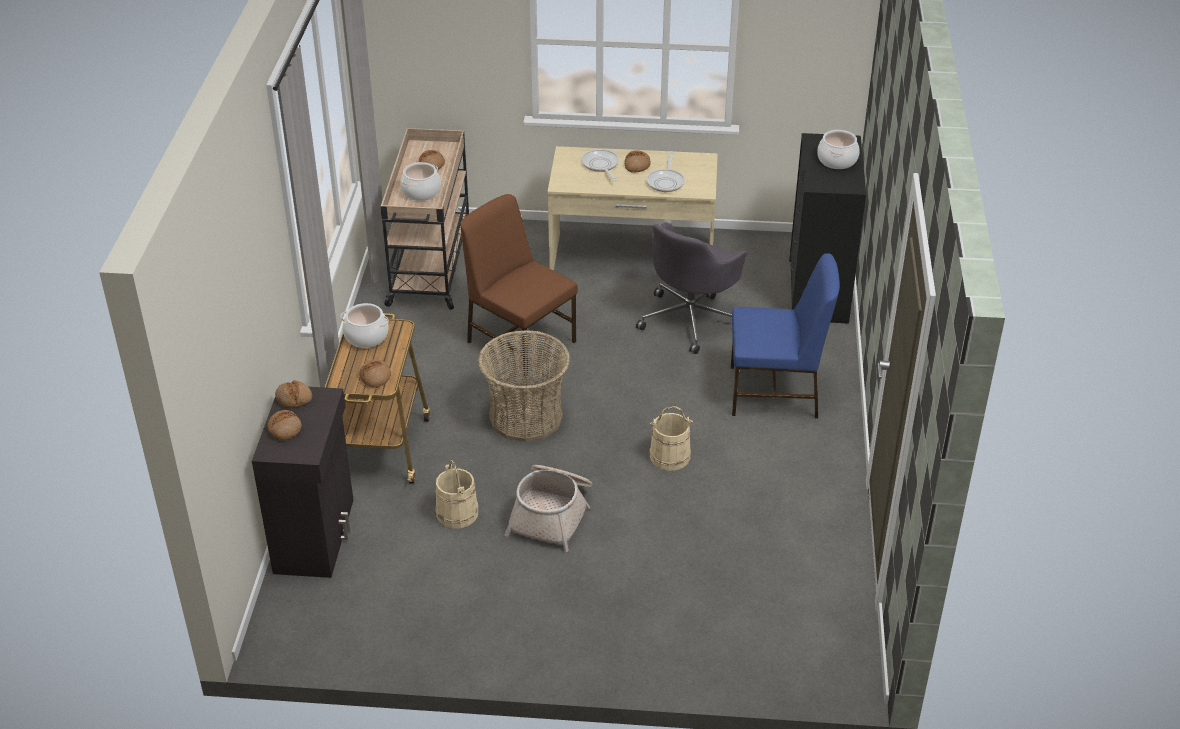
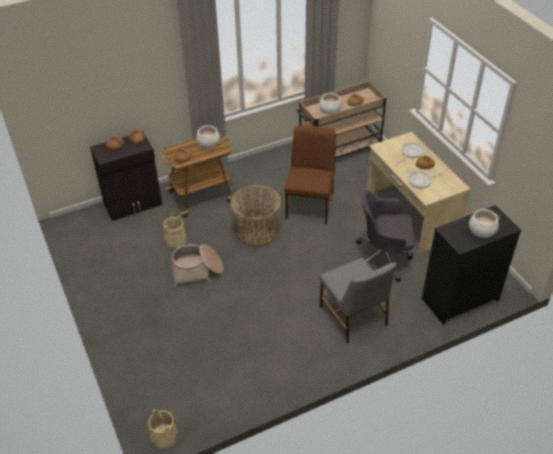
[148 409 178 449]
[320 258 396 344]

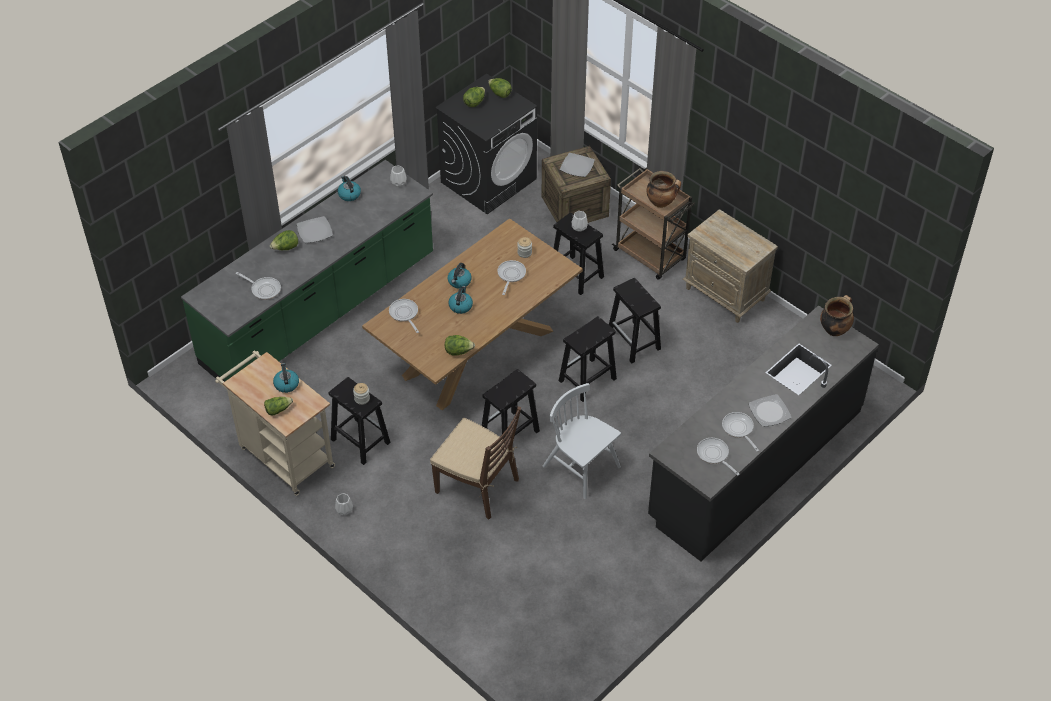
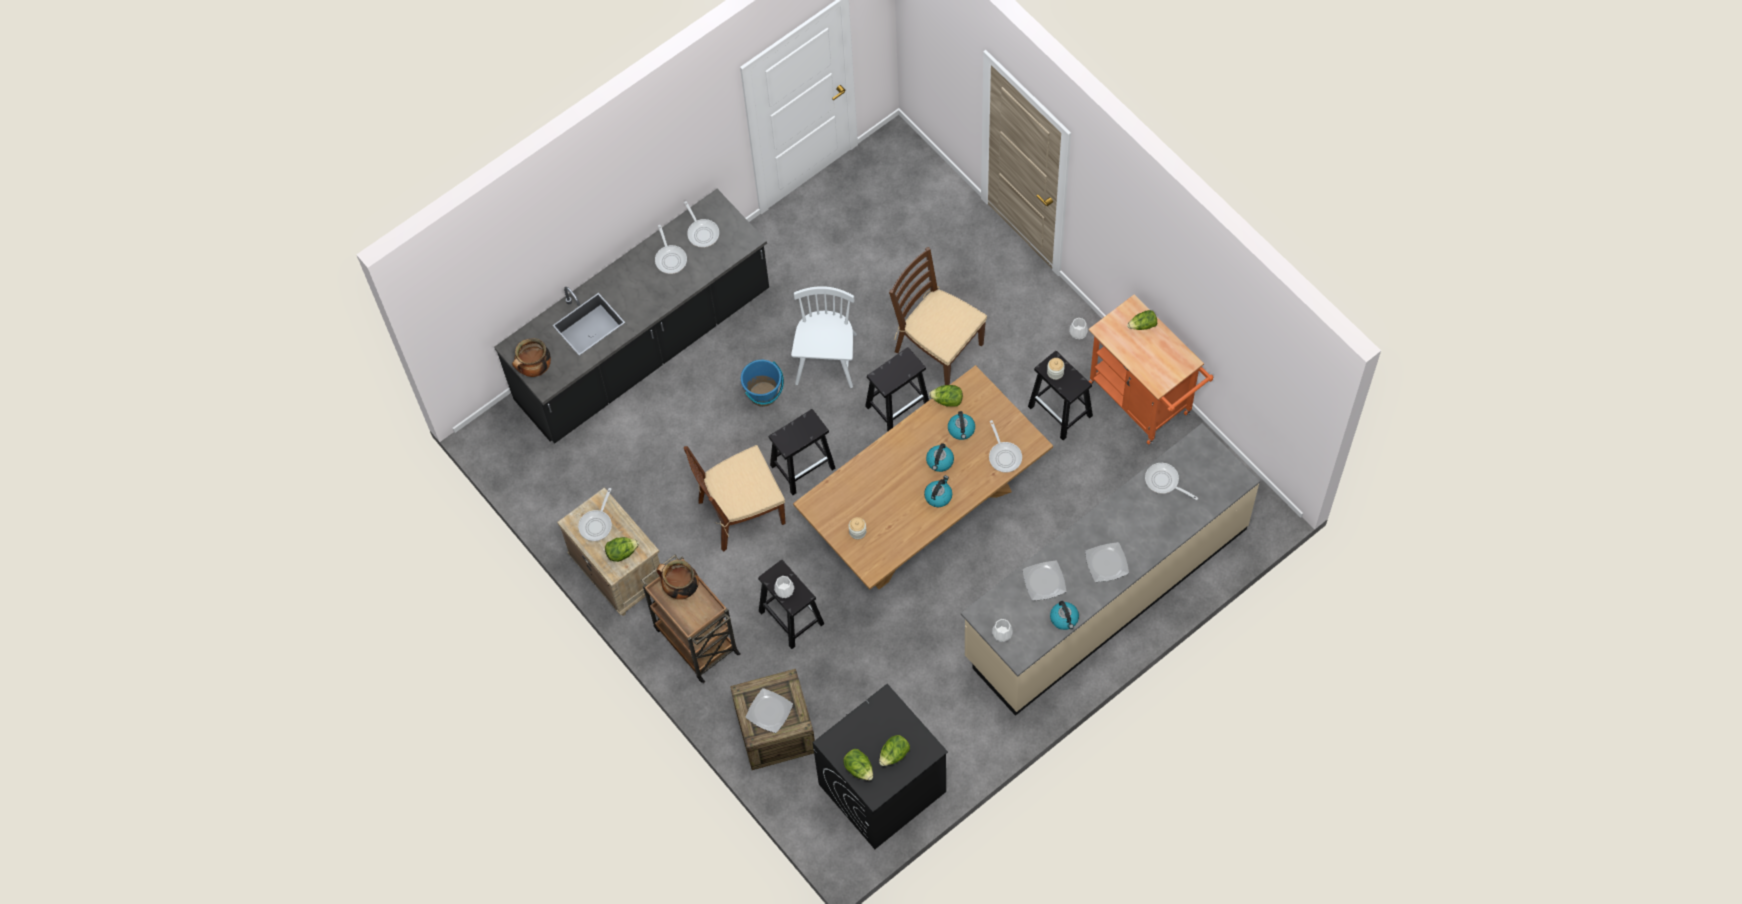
[741 360 784 407]
[605 537 639 562]
[948 411 975 440]
[578 488 612 541]
[1023 560 1067 601]
[684 445 786 551]
[961 423 1260 716]
[1089 294 1213 445]
[791 286 857 388]

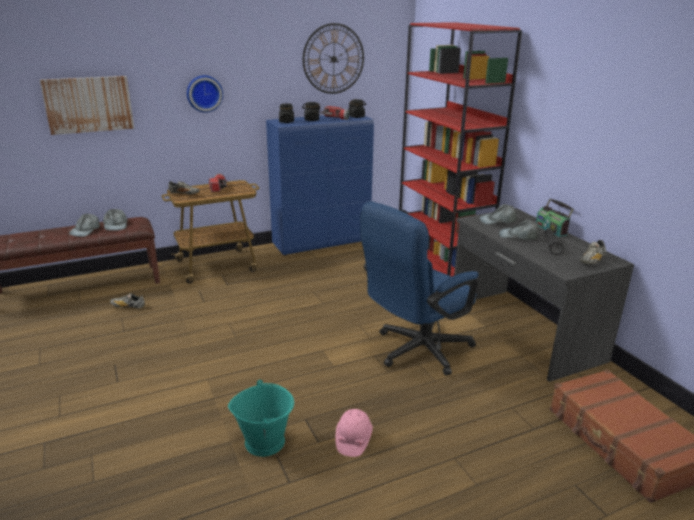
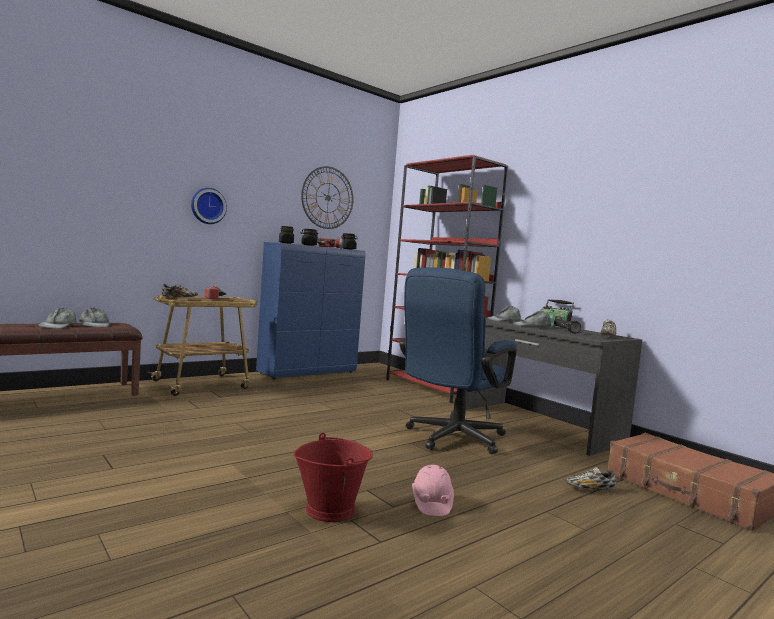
[40 76 134 135] (first image)
[565 467 616 490]
[293 433 373 522]

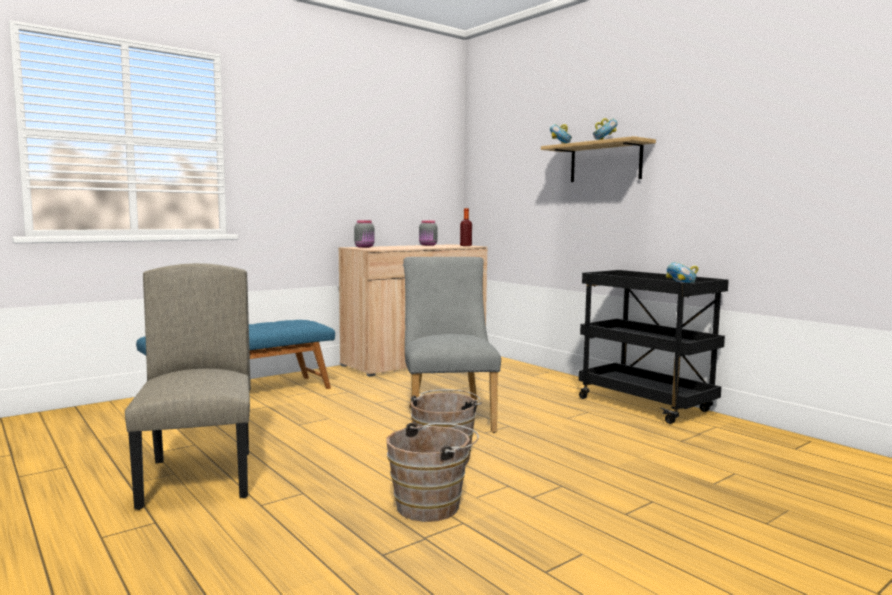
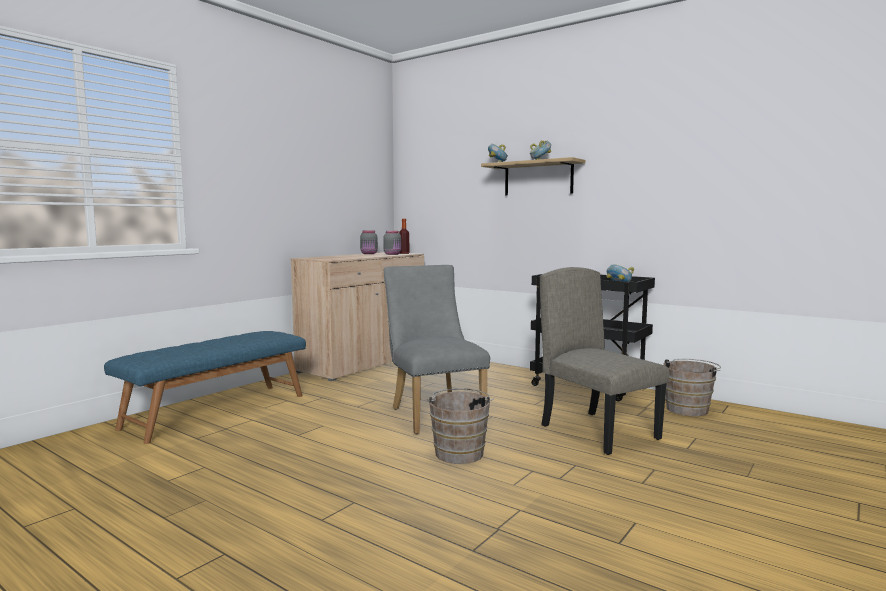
[540 267 669 455]
[383 231 401 255]
[663 359 721 416]

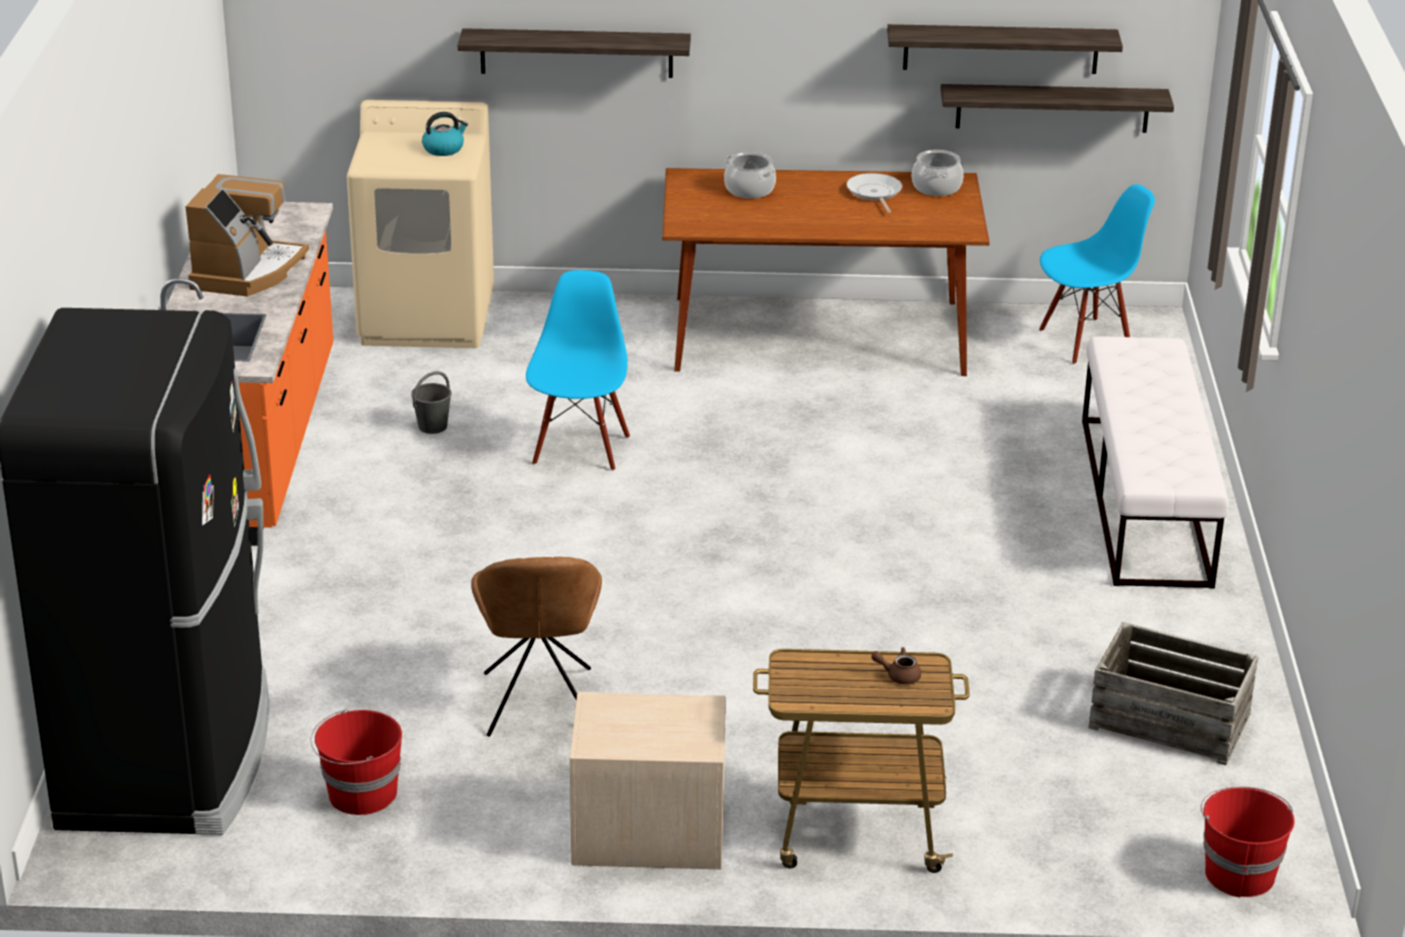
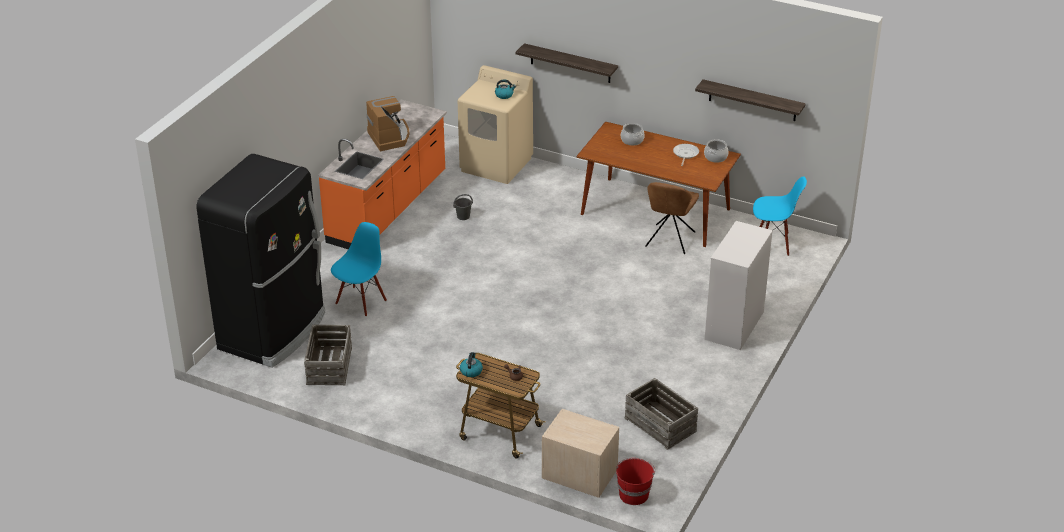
[940 84 1174 133] (first image)
[460 352 483 377]
[645 182 699 254]
[331 222 387 317]
[542 409 619 498]
[304 325 352 385]
[705 221 773 350]
[366 96 409 151]

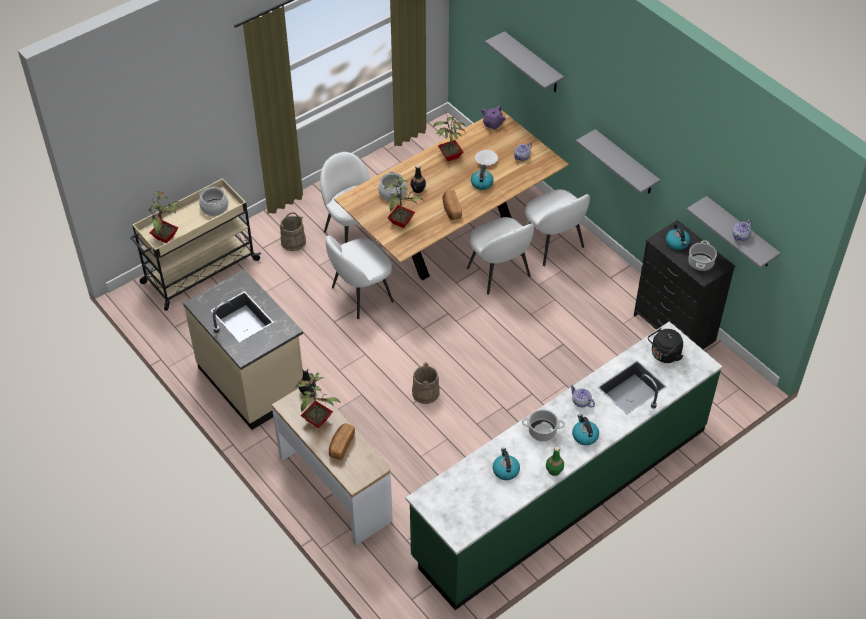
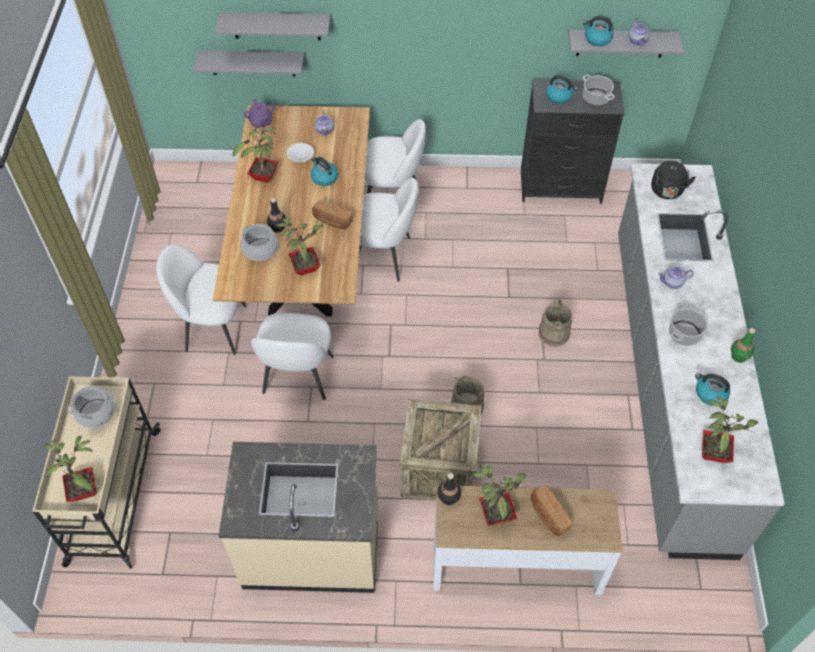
[400 399 482 501]
[702 396 758 463]
[539 299 572 347]
[583 16 613 46]
[193 50 304 76]
[618 163 785 560]

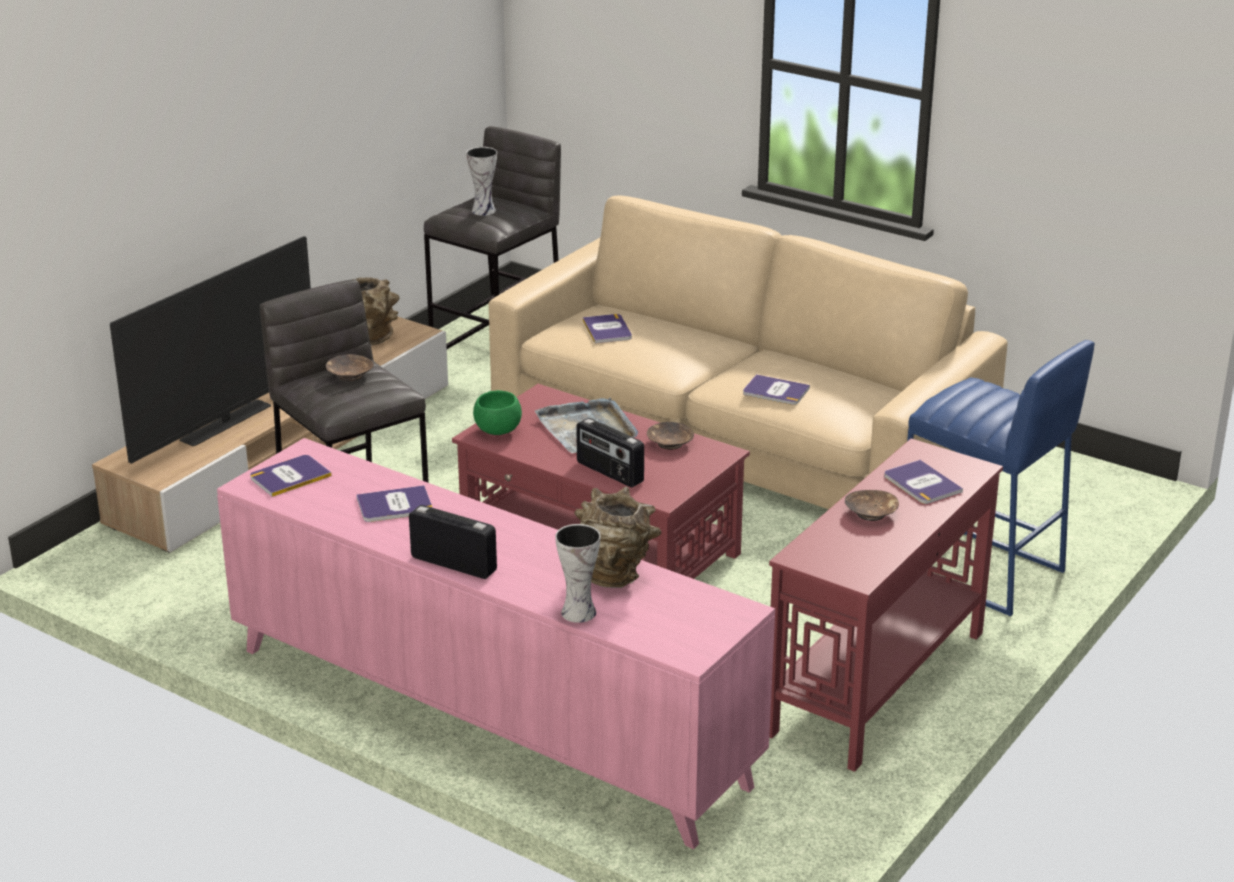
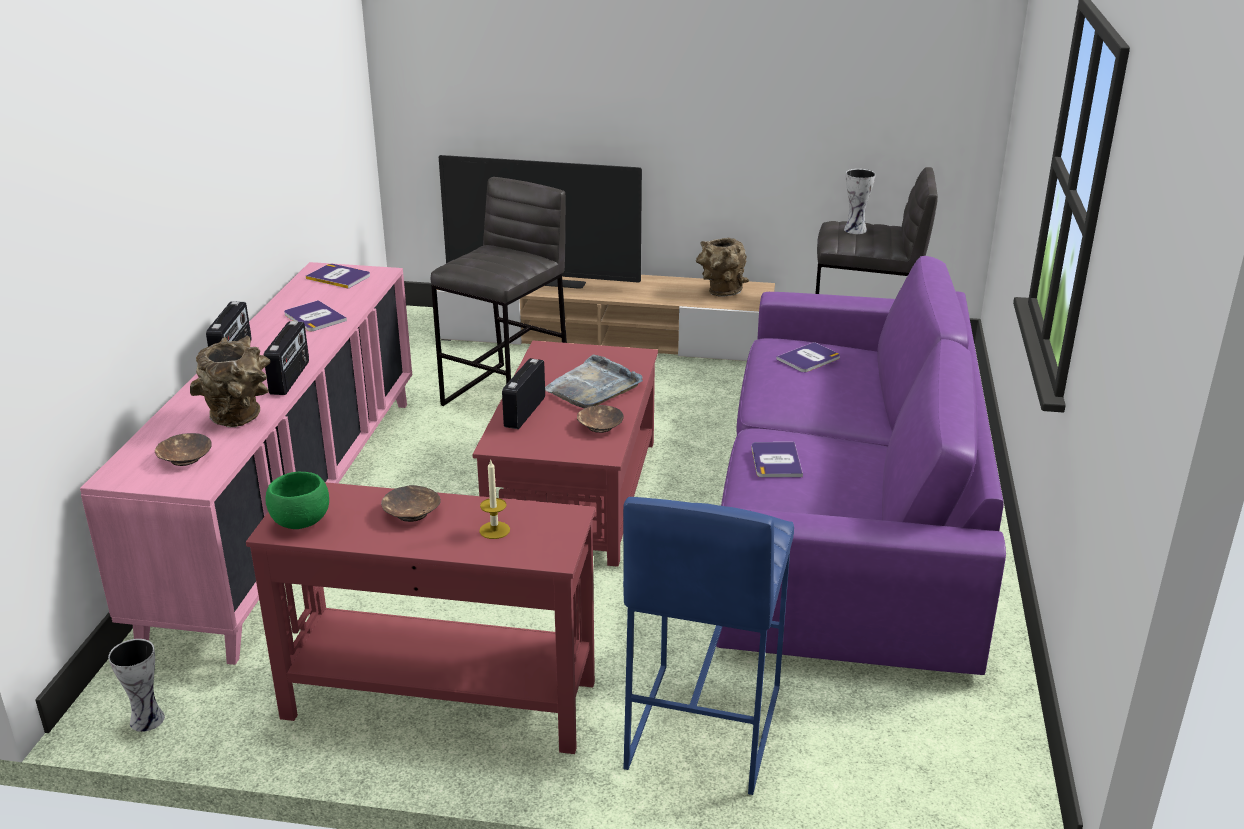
[263 321 309 395]
[155 433 212 466]
[266 472 329 529]
[108 639 165 732]
[479 459 510 539]
[716 256 1006 675]

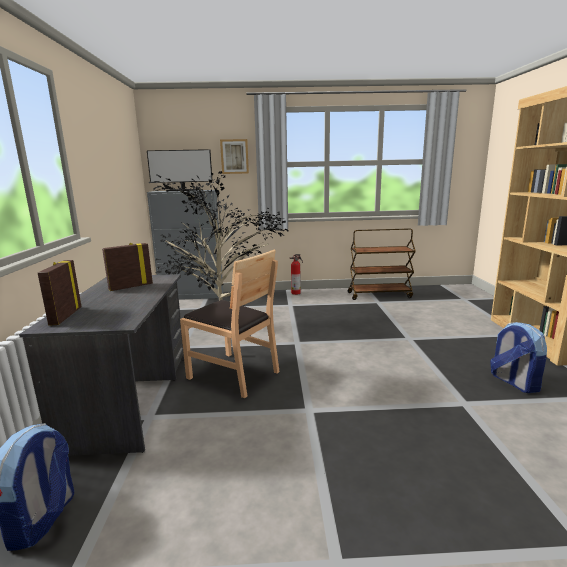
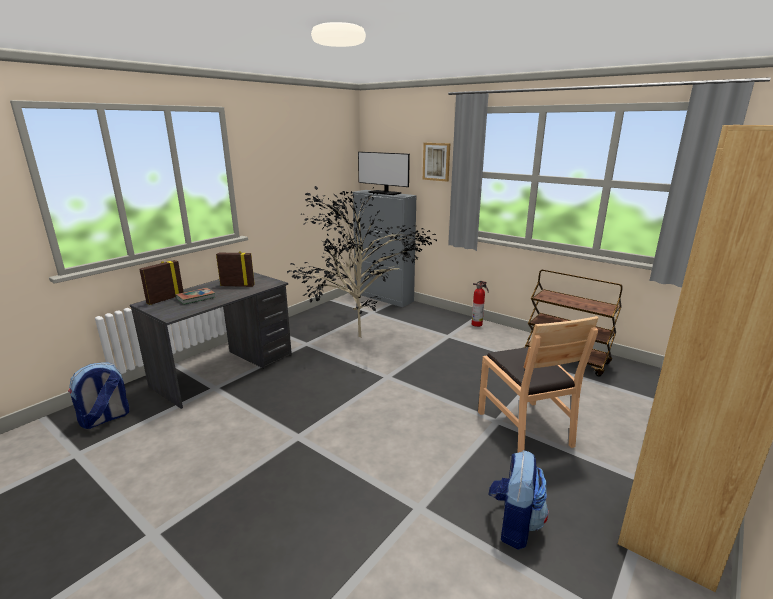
[176 288 216 305]
[478 316 598 453]

